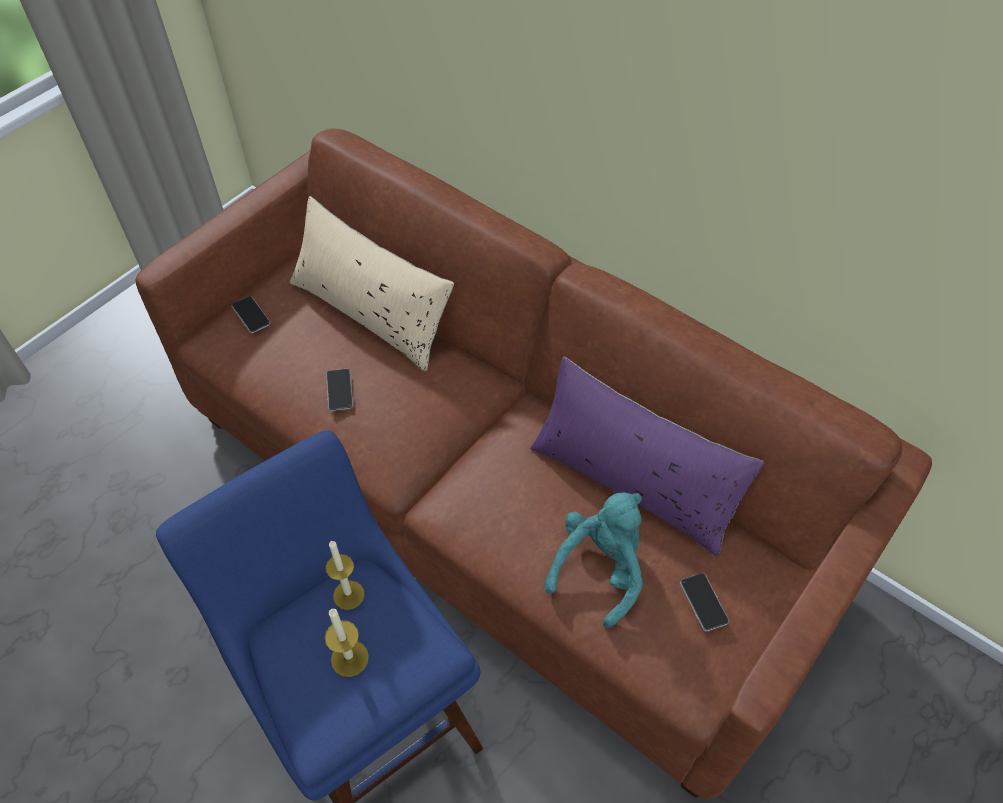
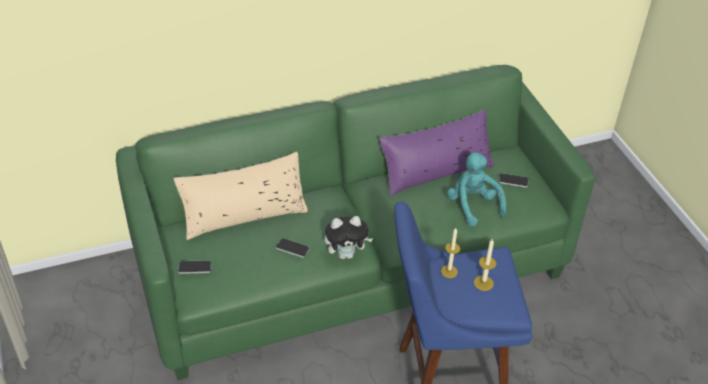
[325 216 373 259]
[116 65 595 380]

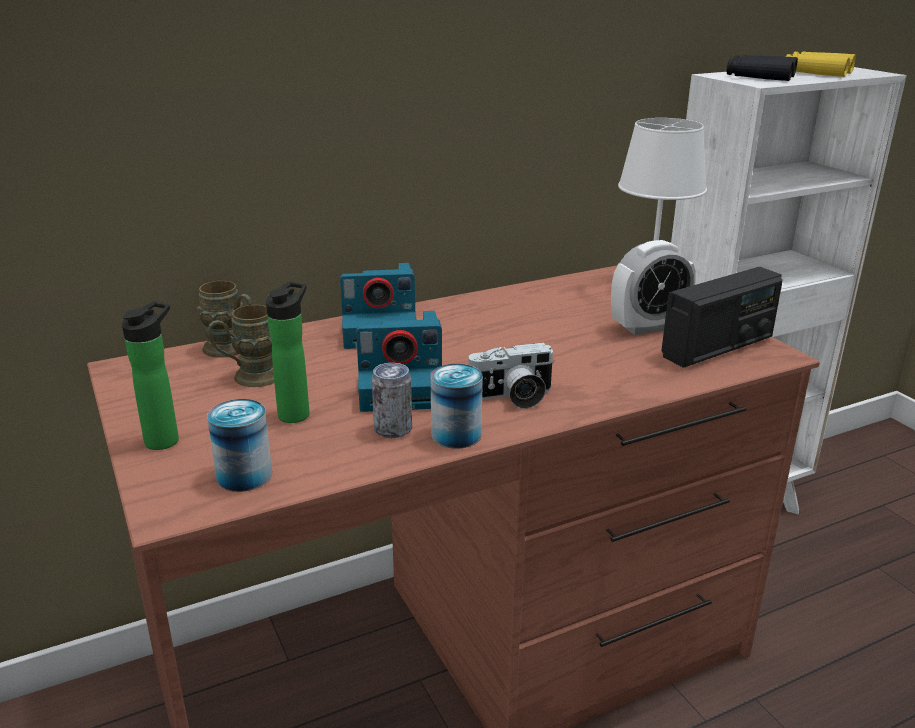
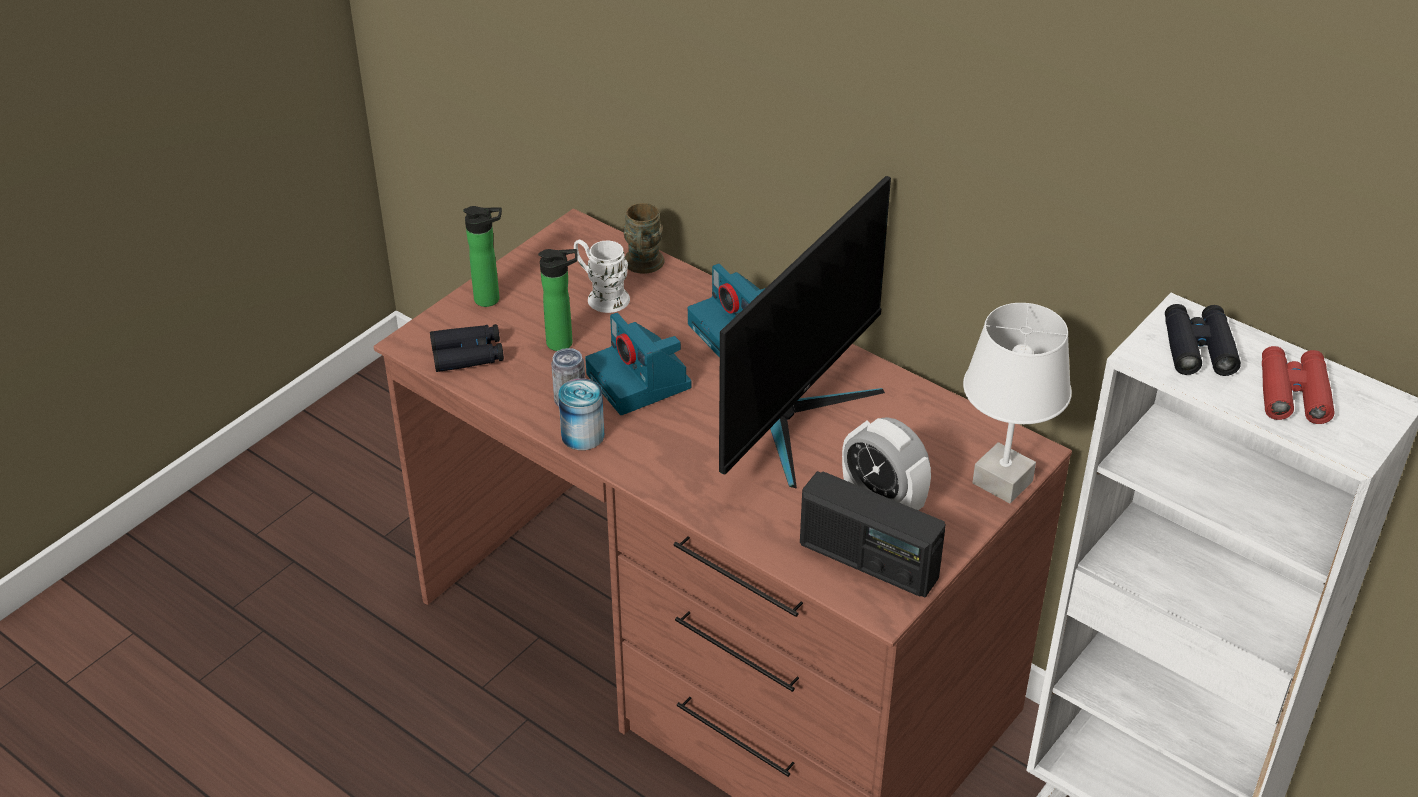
[468 343 555 409] (first image)
[719 176 891 489]
[430 324 504 372]
[574 239 630 313]
[1262 346 1334 424]

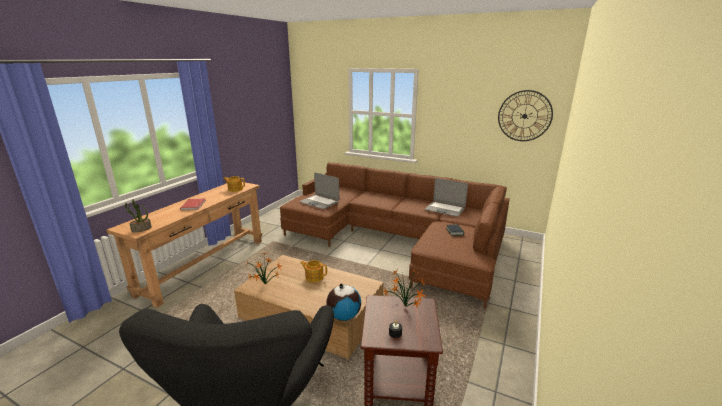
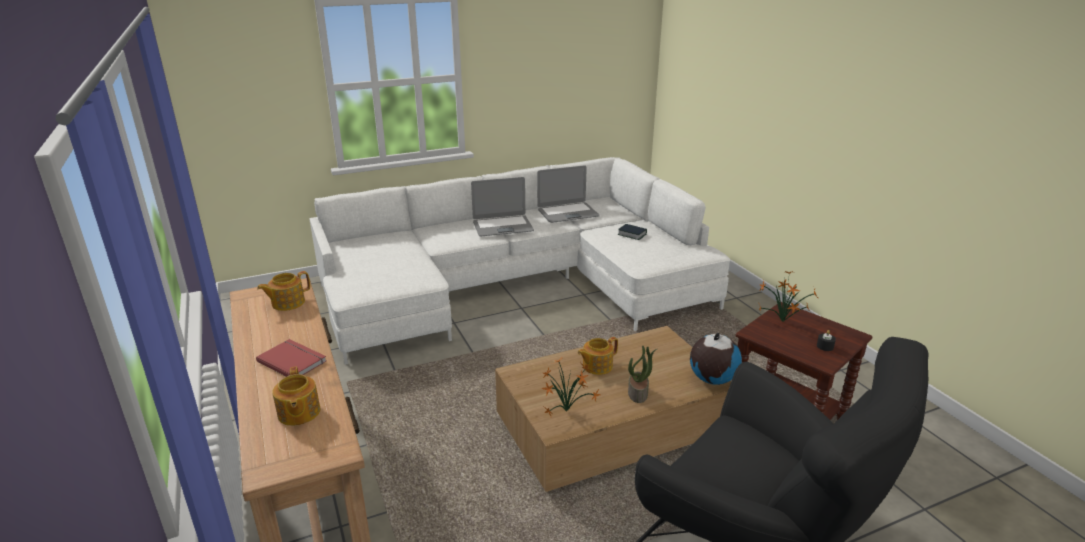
[498 90 553 141] (first image)
[272 366 320 426]
[628 346 657 403]
[471 177 534 236]
[309 157 730 365]

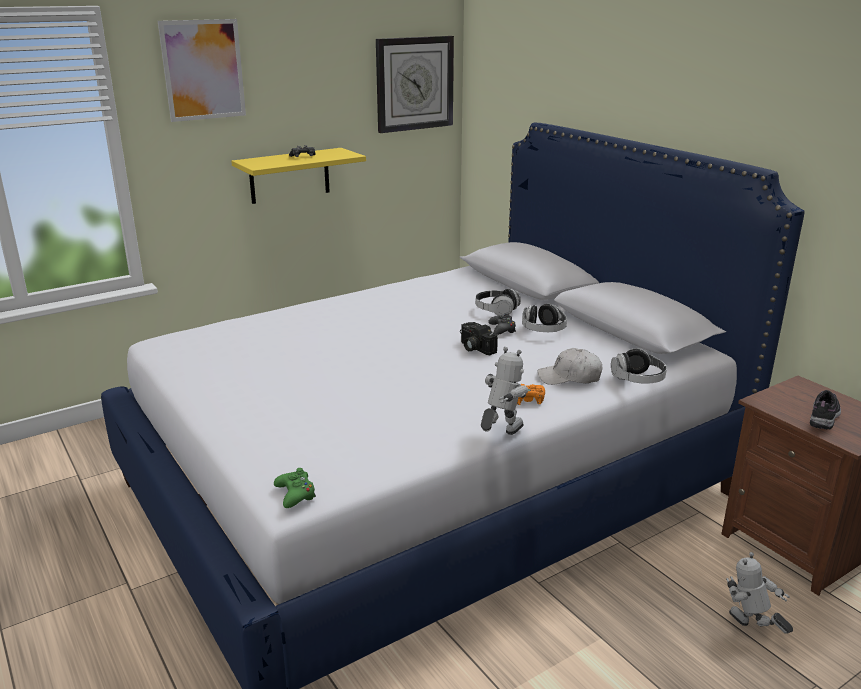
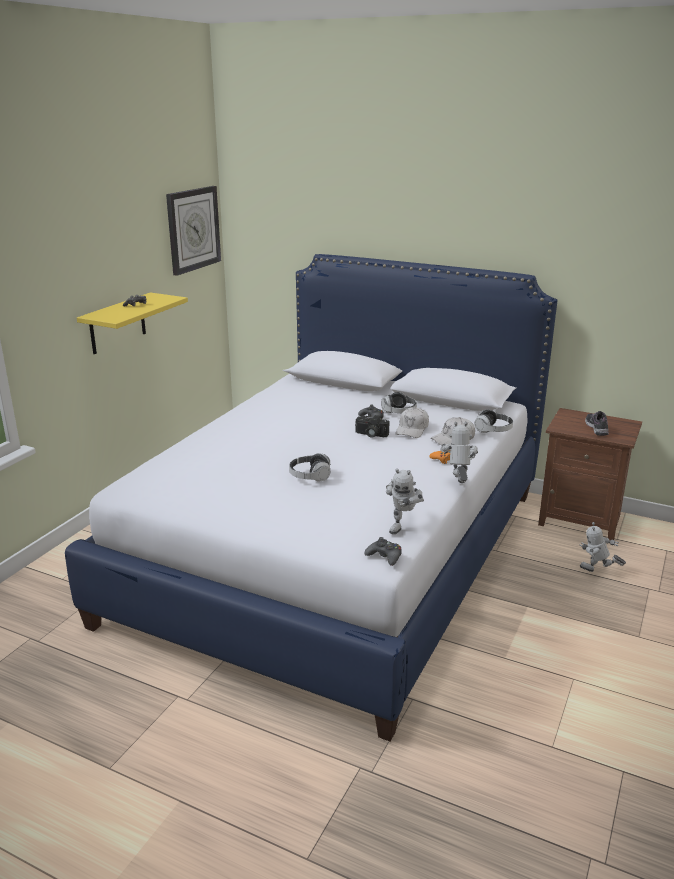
[158 19 246 122] (first image)
[386 469 424 534]
[395 407 429 438]
[289 453 331 482]
[365 537 402 566]

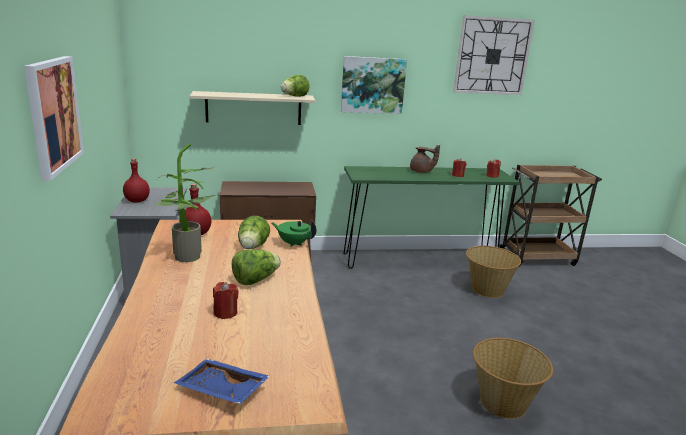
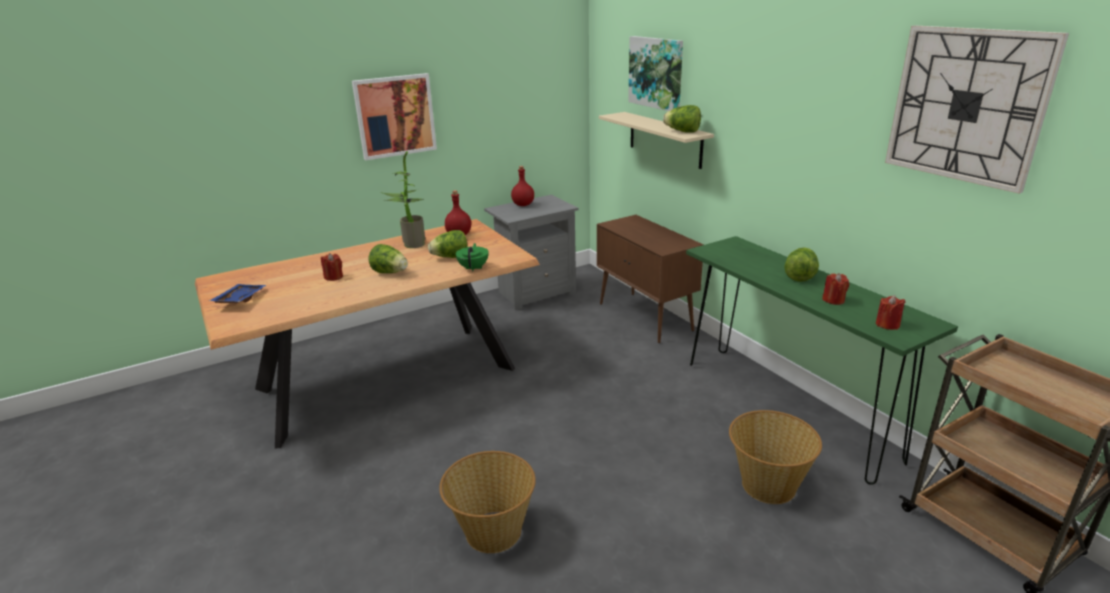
[628 36 683 111]
[784 247 819 282]

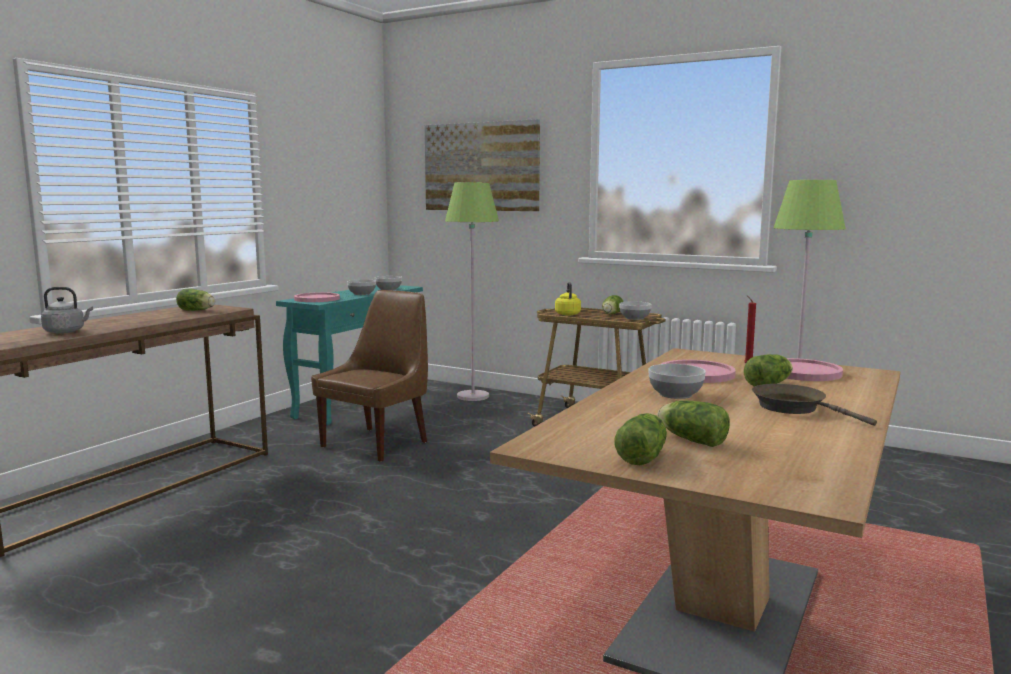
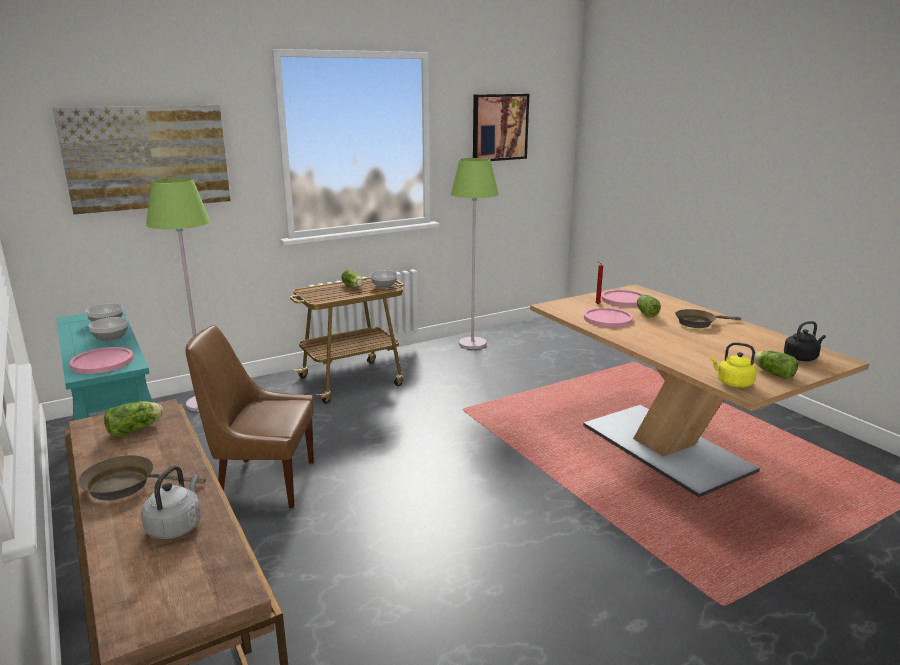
[648 364 706 399] (first image)
[657 400 730 447] (first image)
[78 455 206 500]
[473 94 529 161]
[784 321 826 361]
[710 342 757 388]
[186 325 314 508]

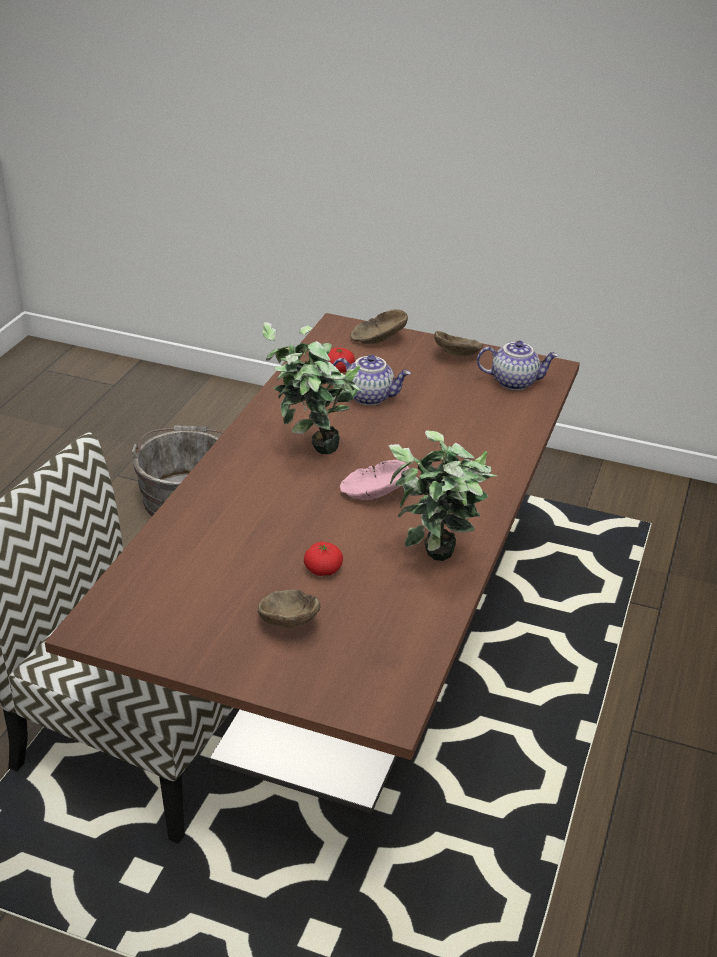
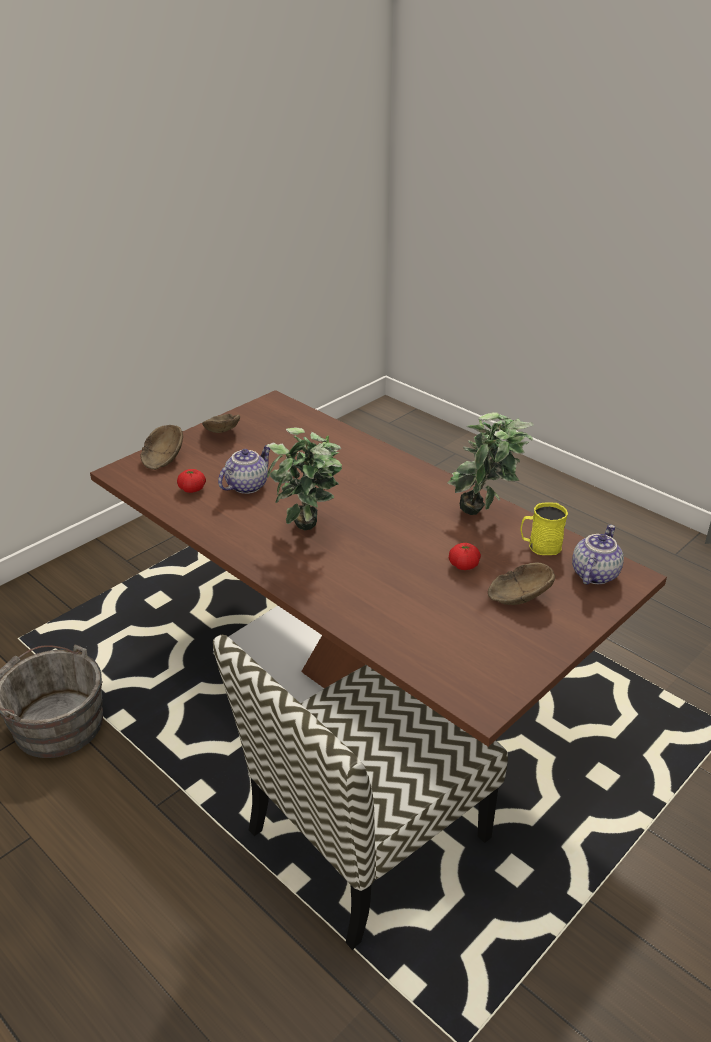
[340 460 410 500] (first image)
[520 503 568 555]
[572 525 624 585]

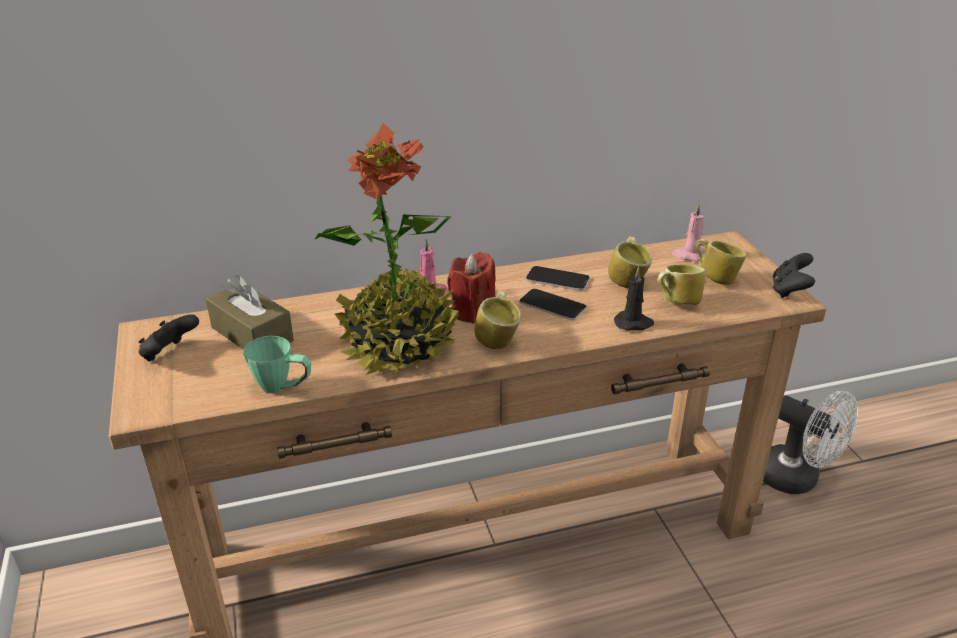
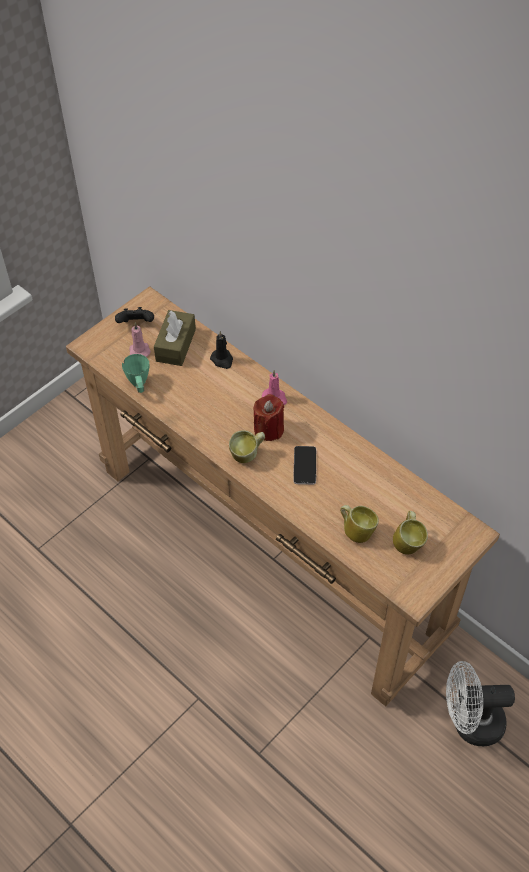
[315 123 459 375] (first image)
[526 266 590 291] (first image)
[608 236 652 288] (first image)
[773 253 815 298] (first image)
[210 331 233 369]
[129 323 151 357]
[446 661 515 746]

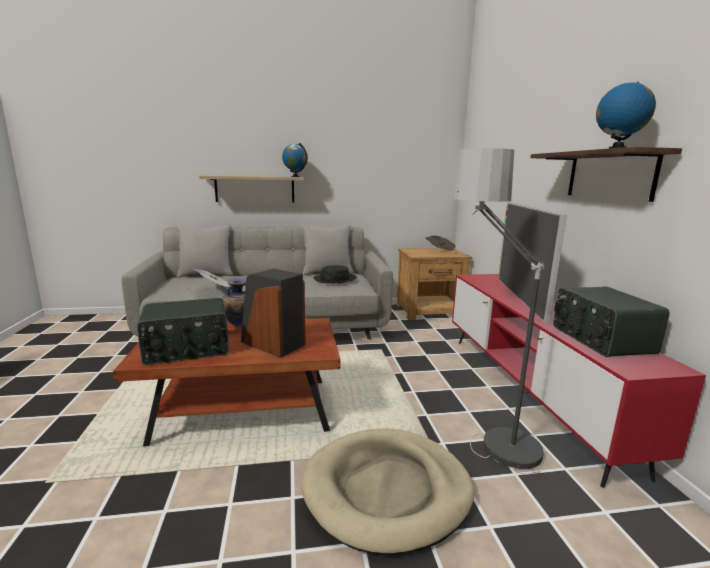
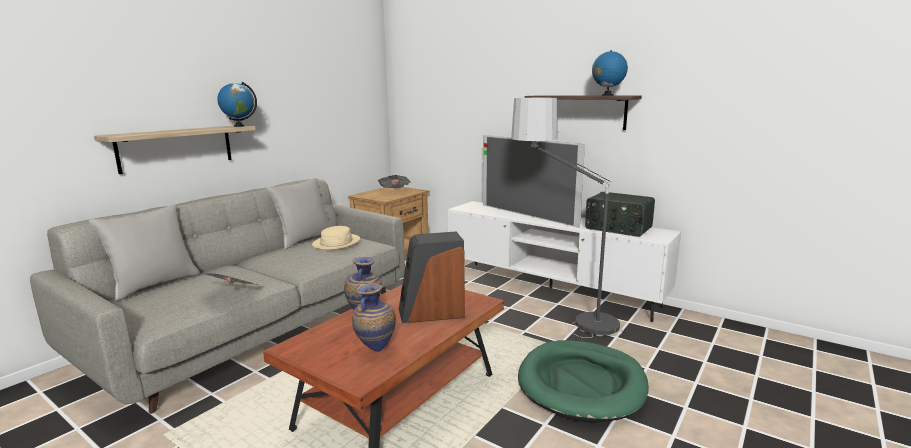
[352 283 396 353]
[518 340 649 422]
[312 226 360 250]
[448 201 681 322]

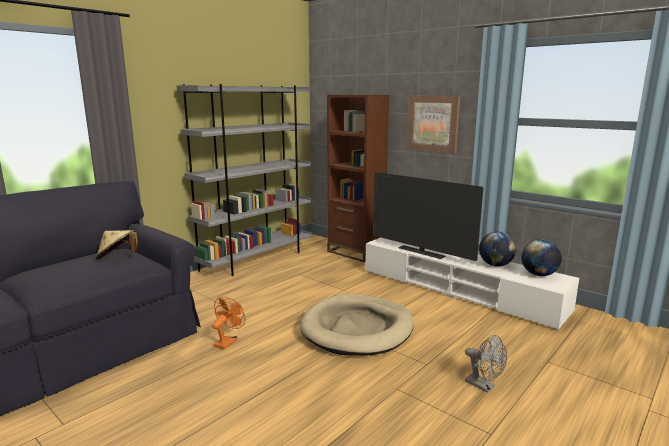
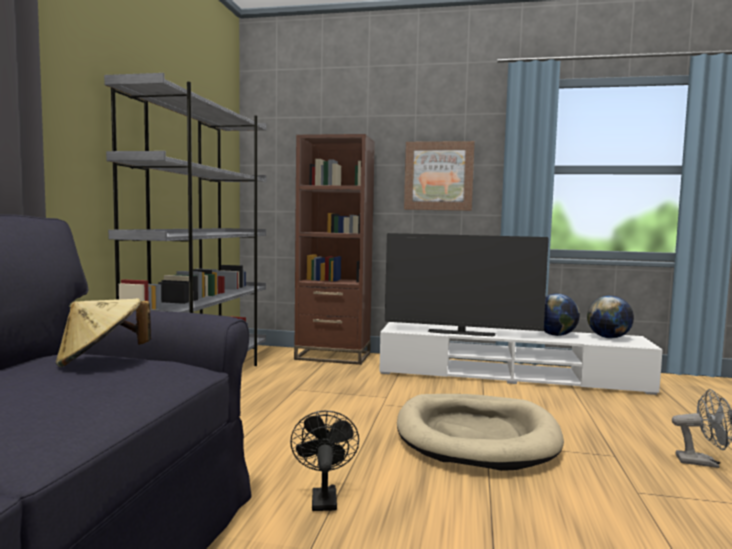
[290 411 359 511]

